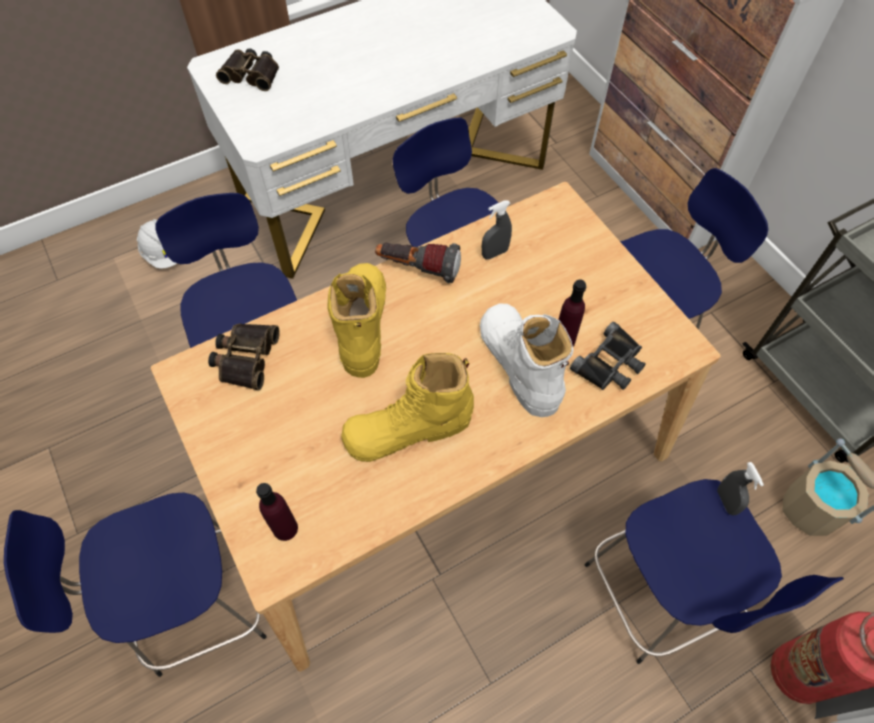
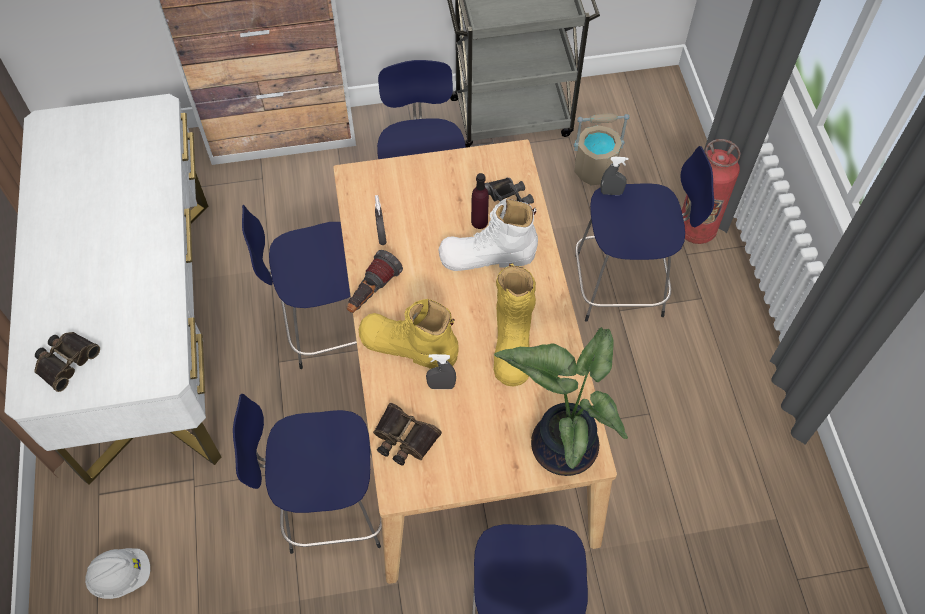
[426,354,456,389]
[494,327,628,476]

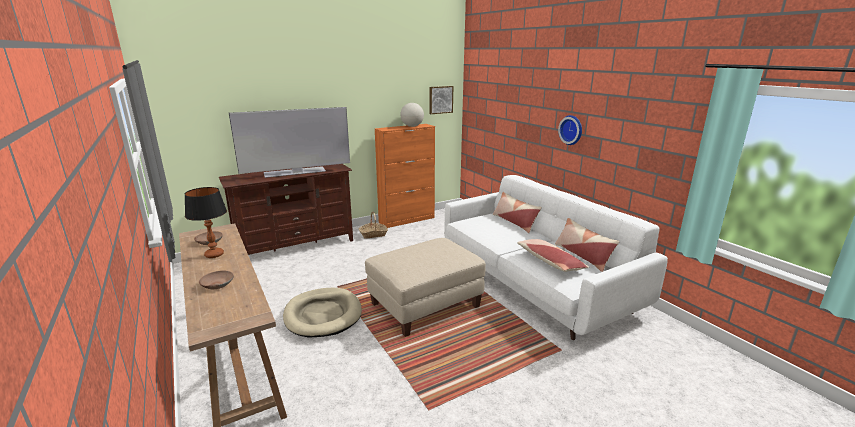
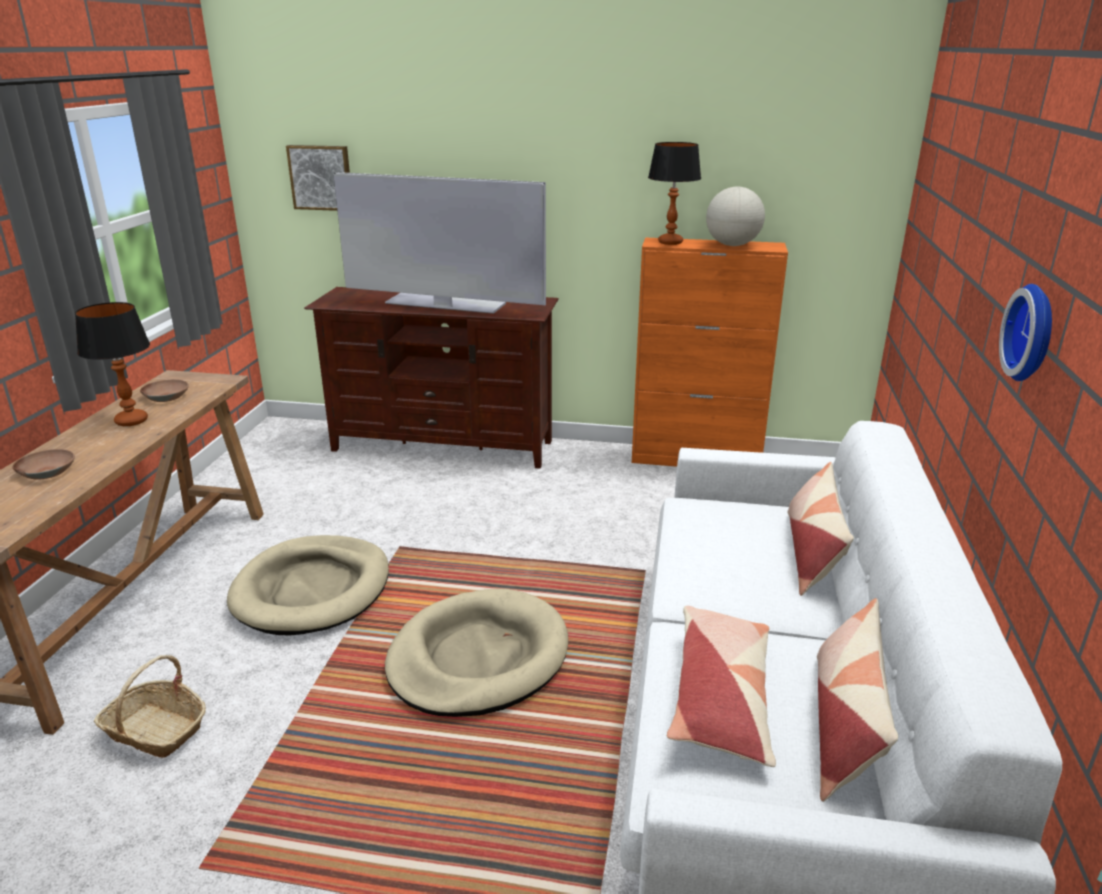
[648,142,701,245]
[94,655,206,758]
[286,145,350,211]
[385,588,568,717]

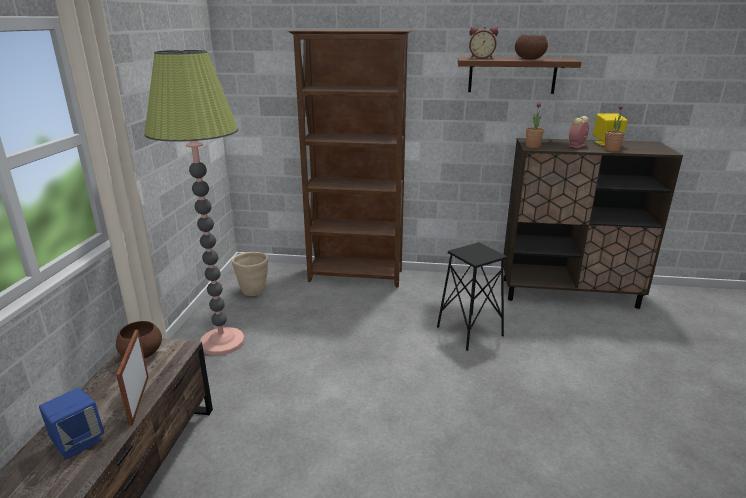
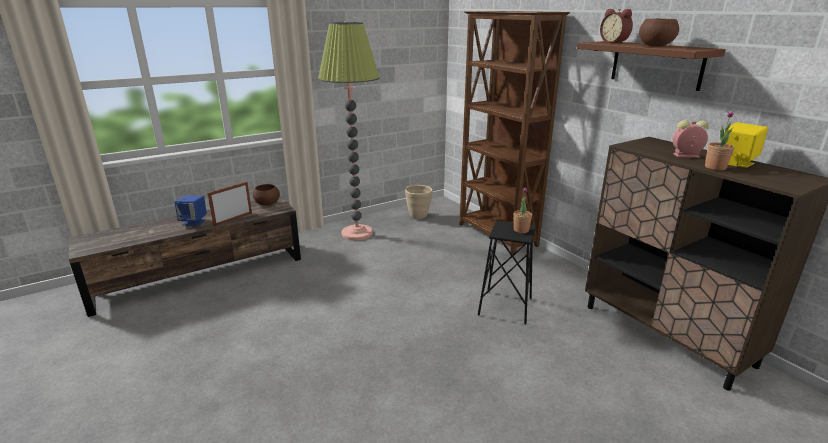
[513,187,532,233]

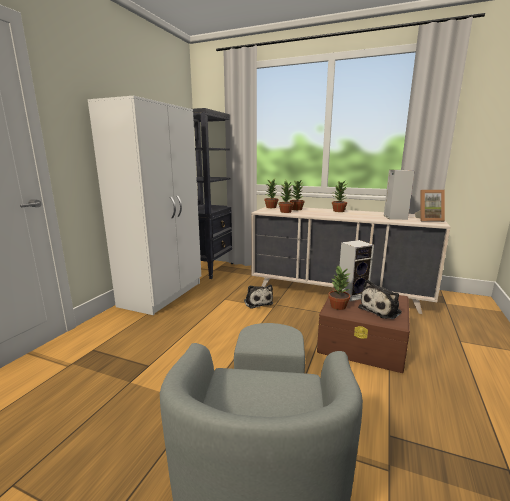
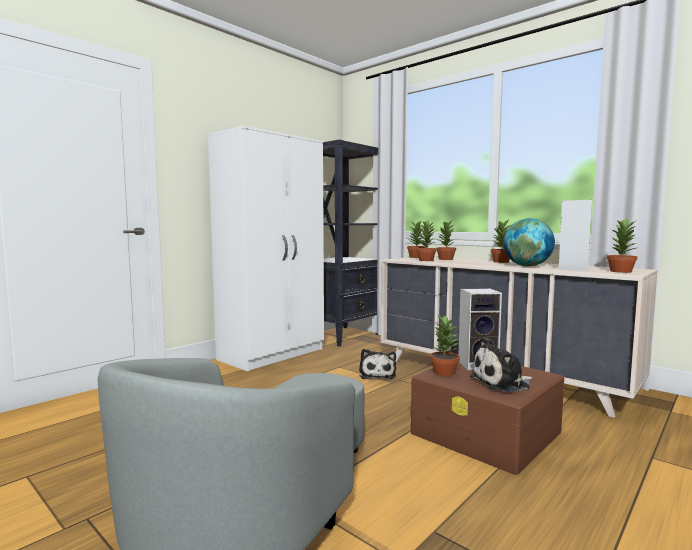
[503,218,555,266]
[607,218,637,273]

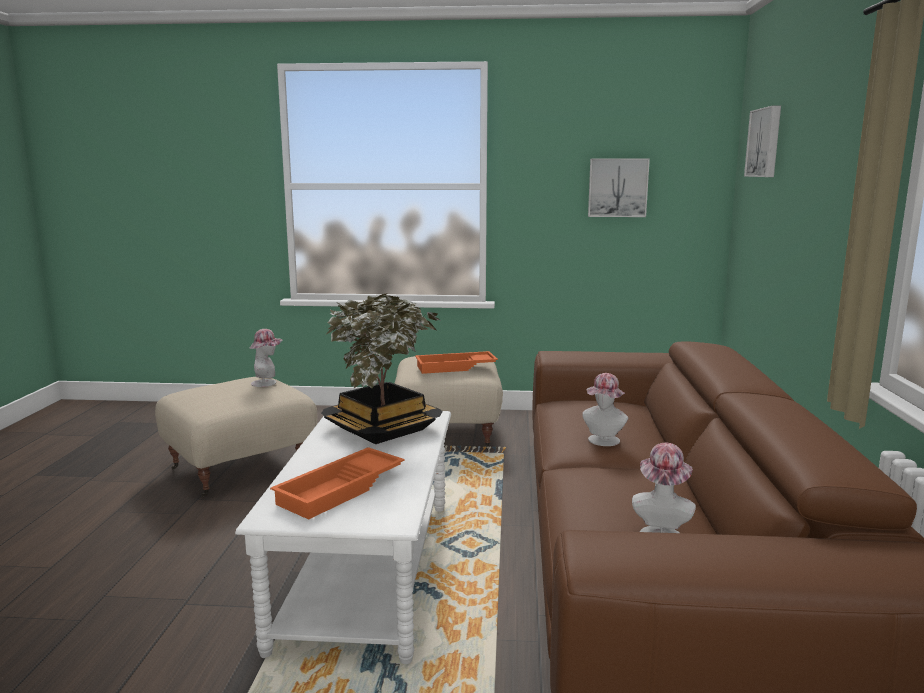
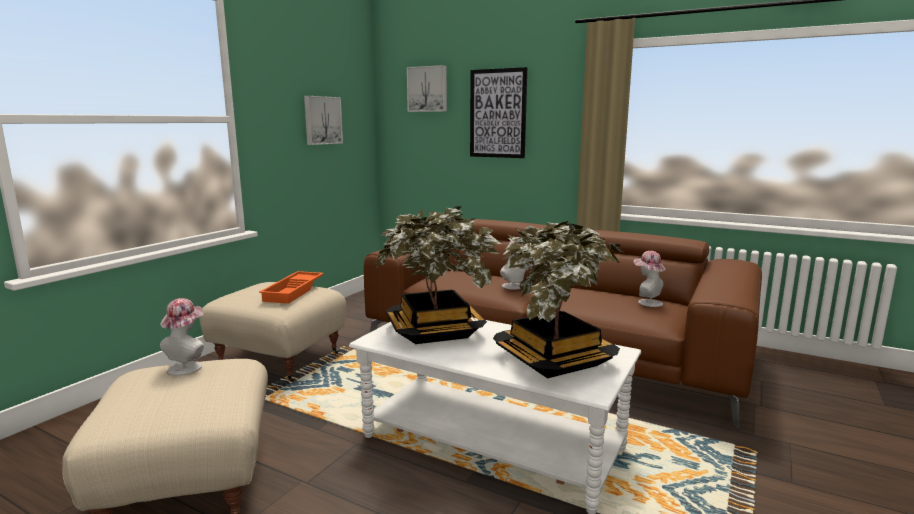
[470,67,527,158]
[493,221,623,378]

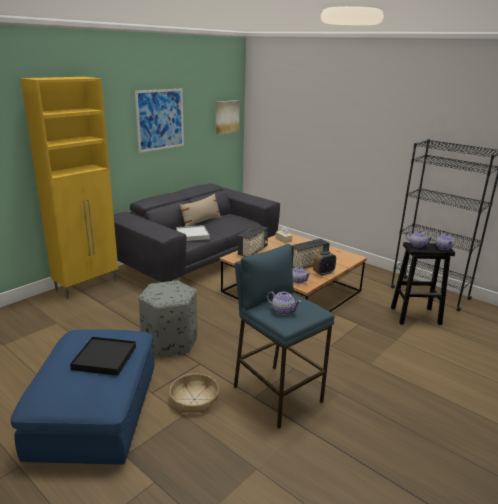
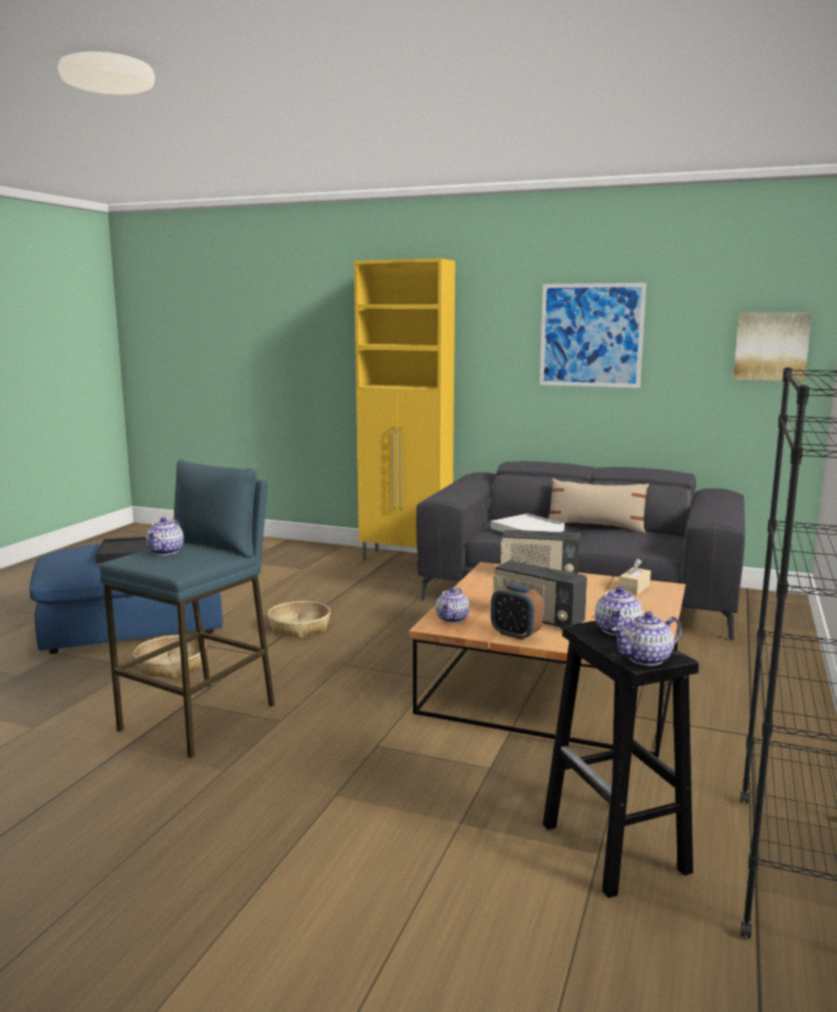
[267,601,331,638]

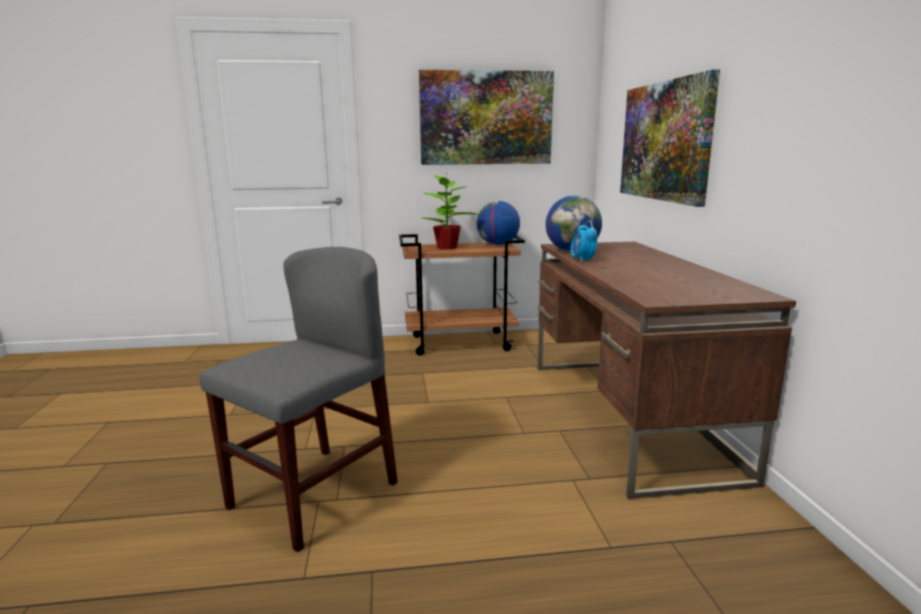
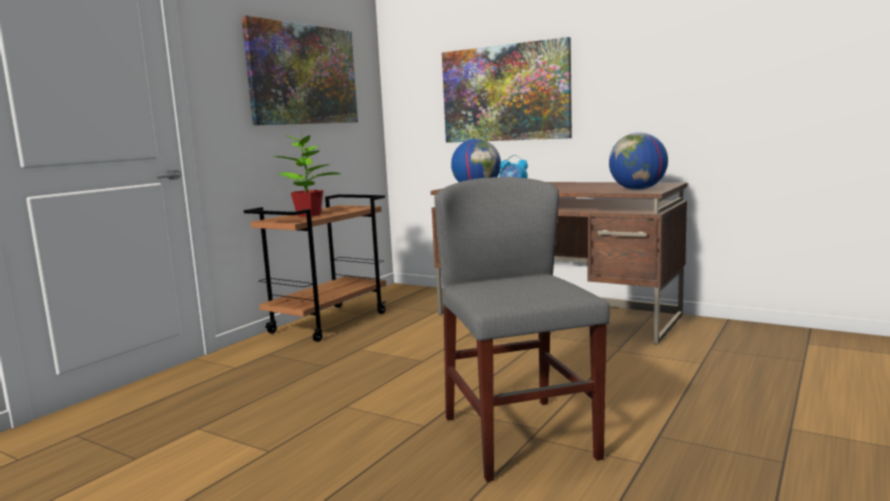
[609,133,668,190]

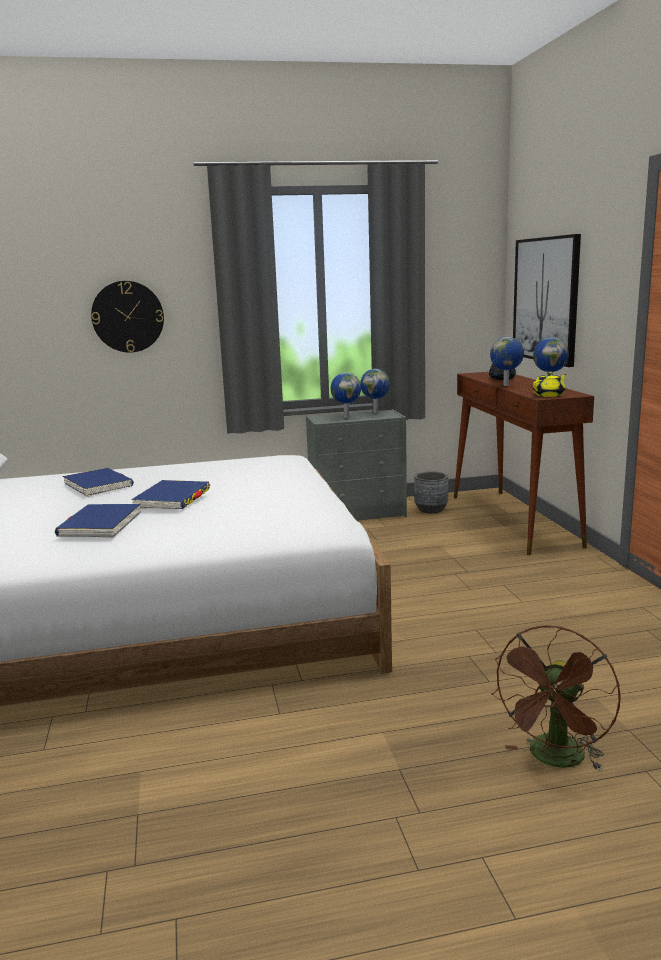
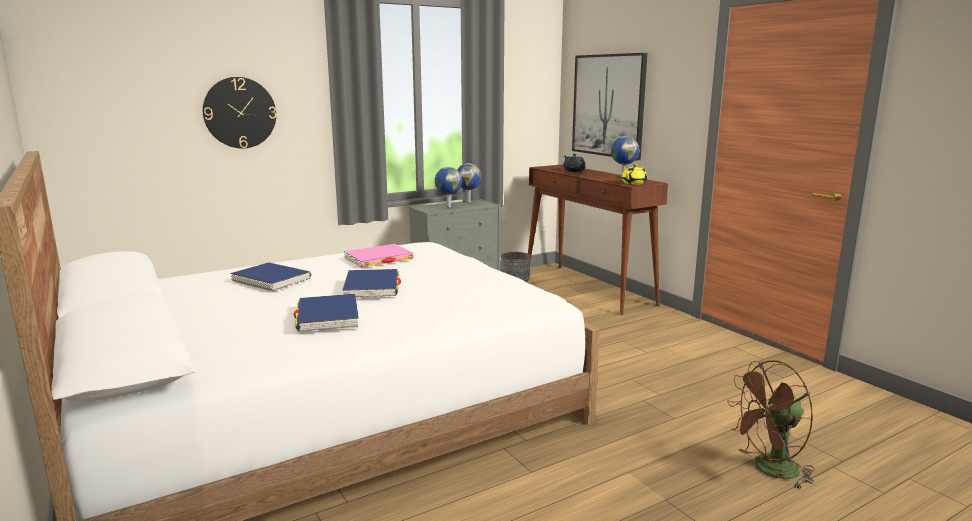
[490,337,524,386] (first image)
[344,244,414,268]
[727,360,815,490]

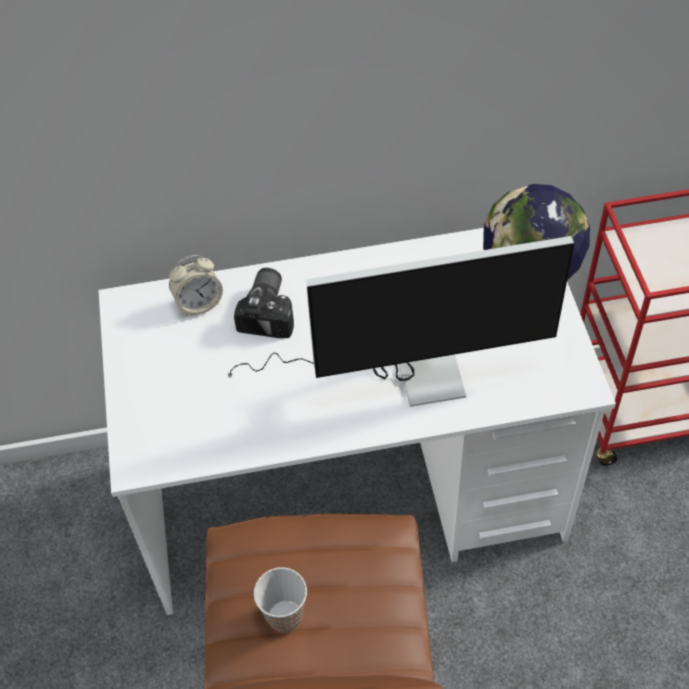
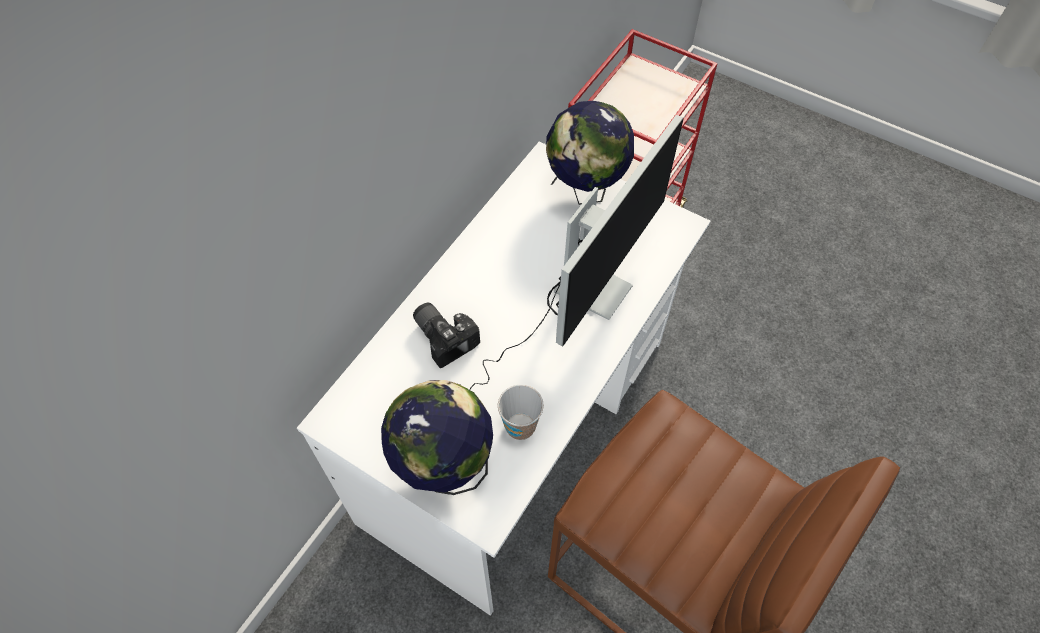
[169,255,223,316] (first image)
[381,380,493,495]
[498,385,544,440]

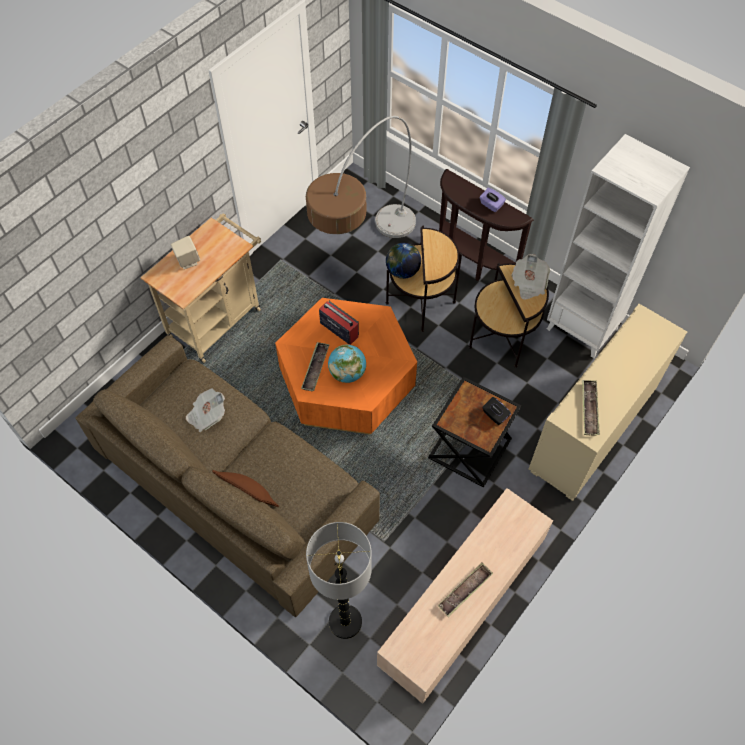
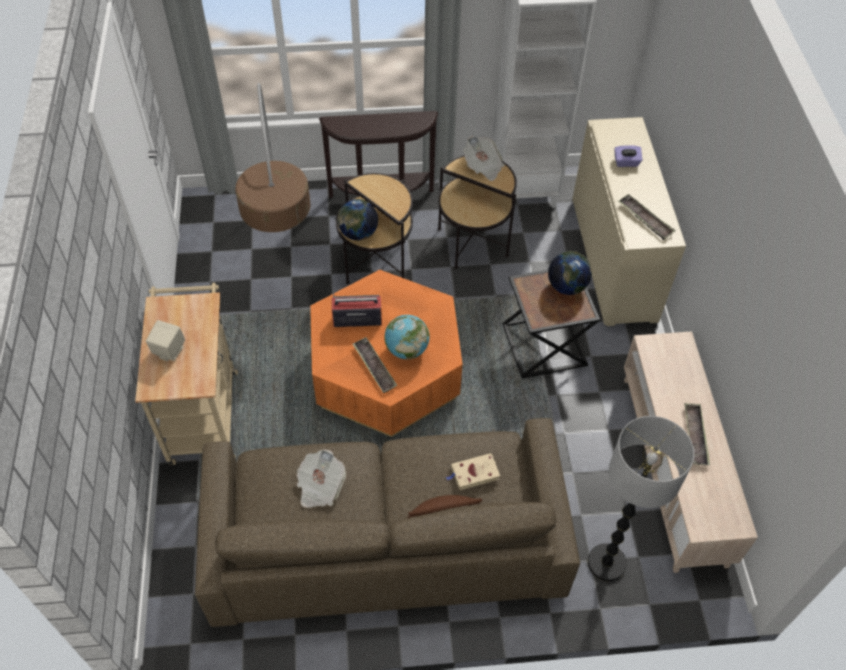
[446,453,500,490]
[614,145,642,167]
[548,251,592,295]

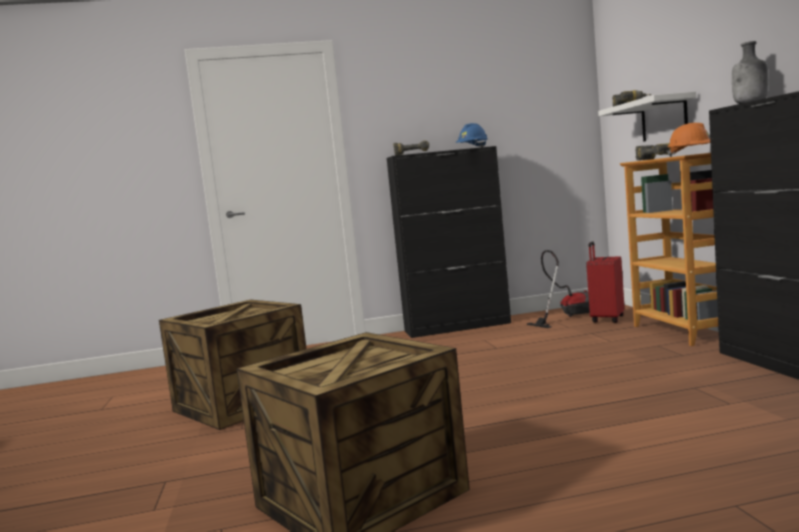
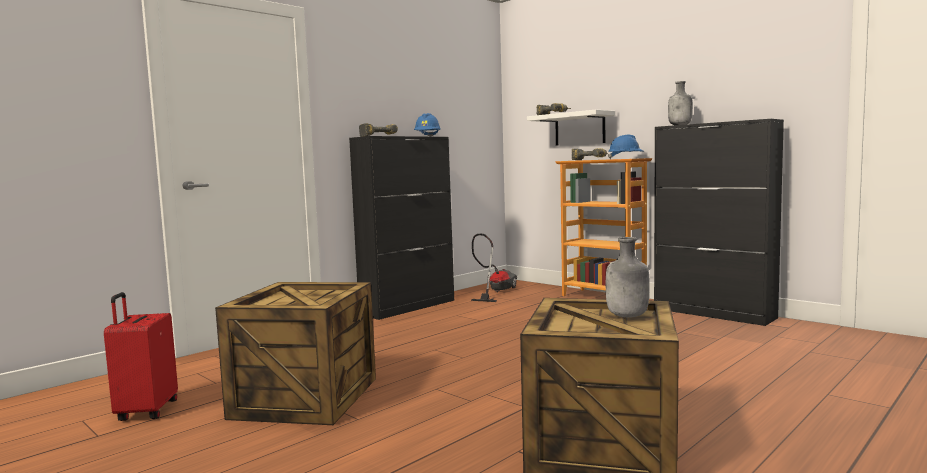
[606,237,650,318]
[104,292,178,421]
[608,135,644,159]

